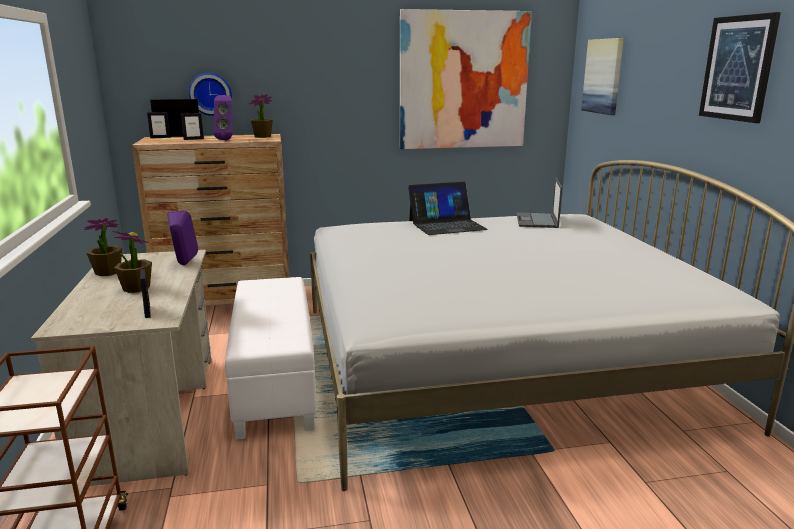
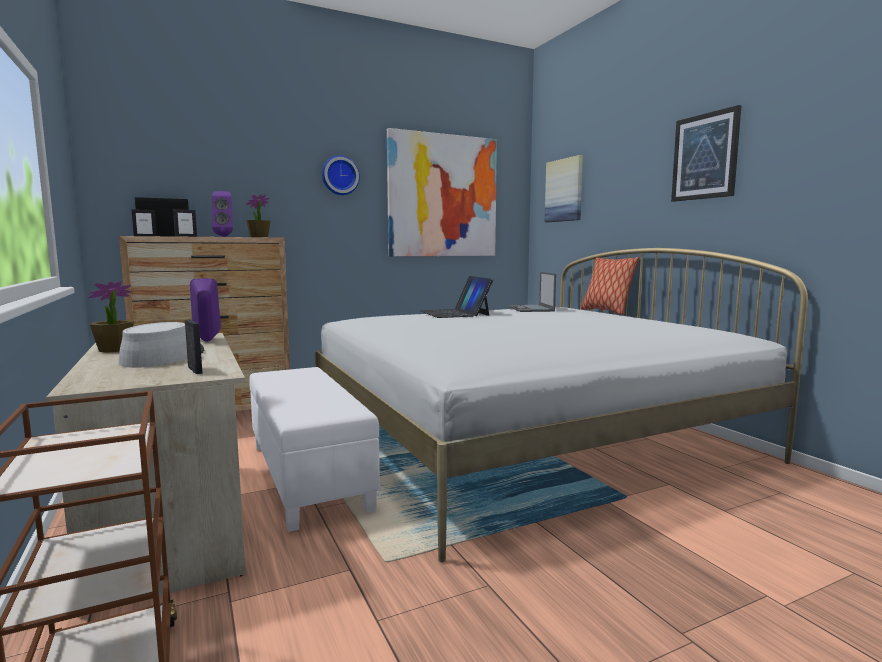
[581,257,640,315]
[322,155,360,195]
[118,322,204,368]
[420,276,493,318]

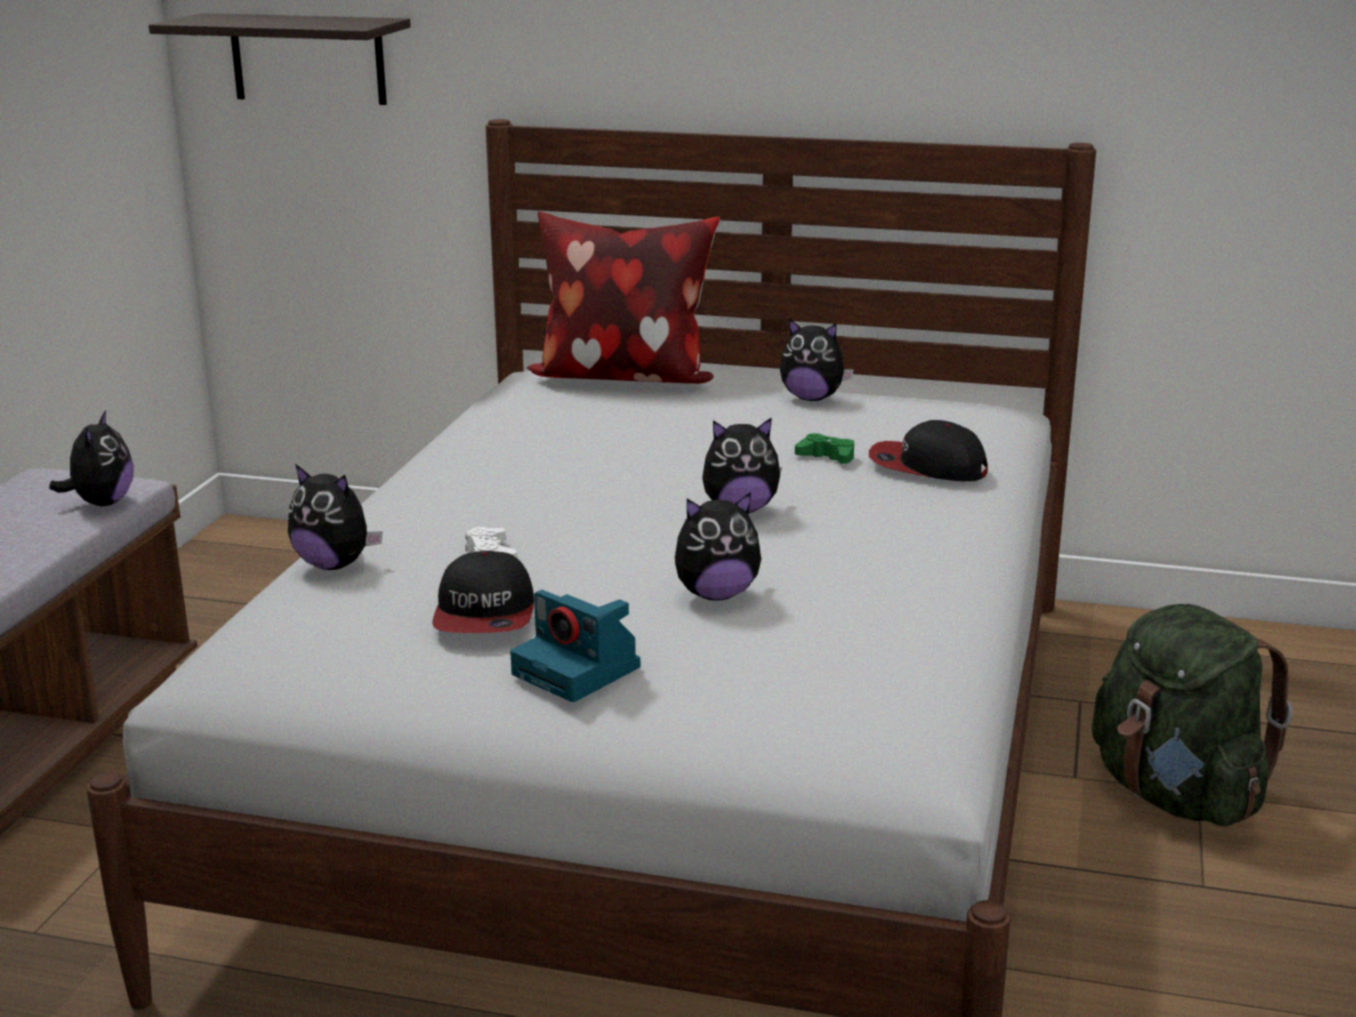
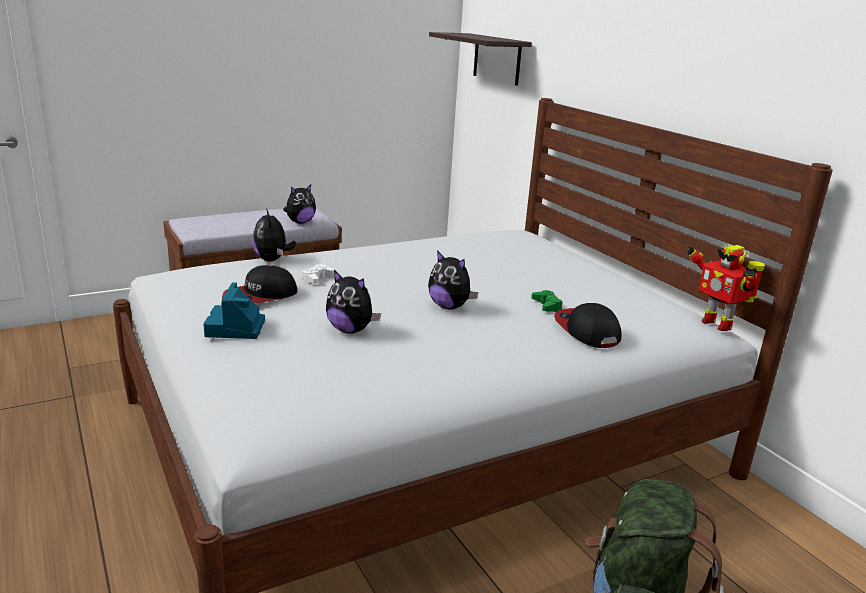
[527,211,720,384] (first image)
[780,318,854,401] (first image)
[687,244,765,331]

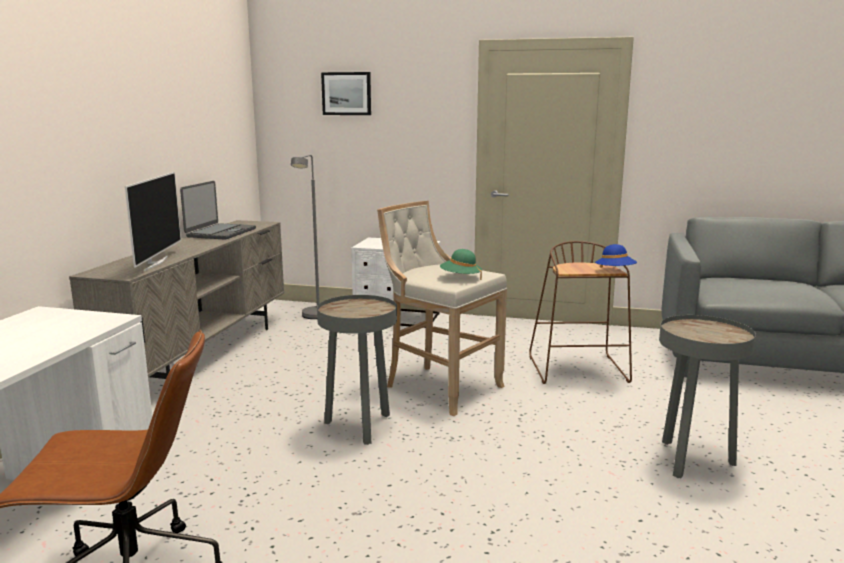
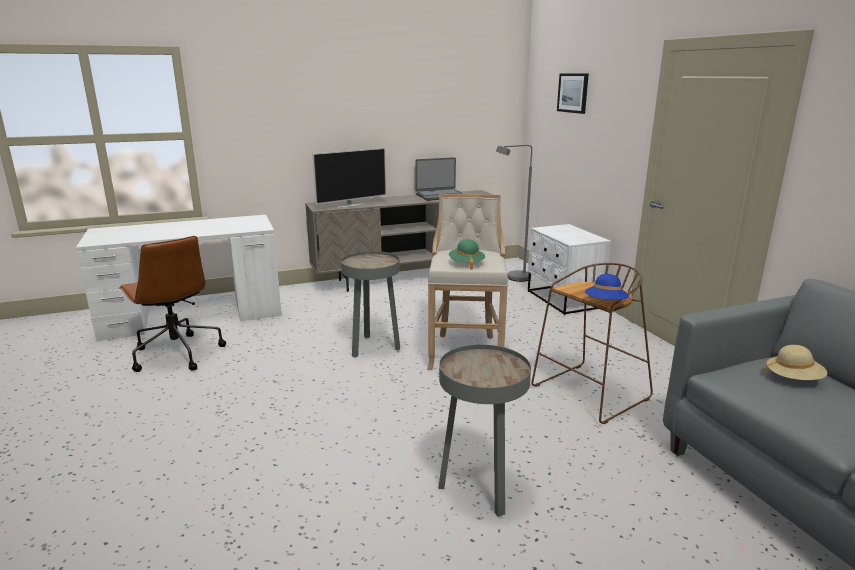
[765,345,827,380]

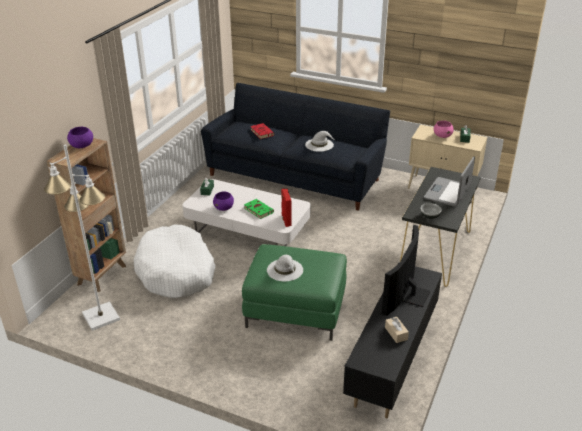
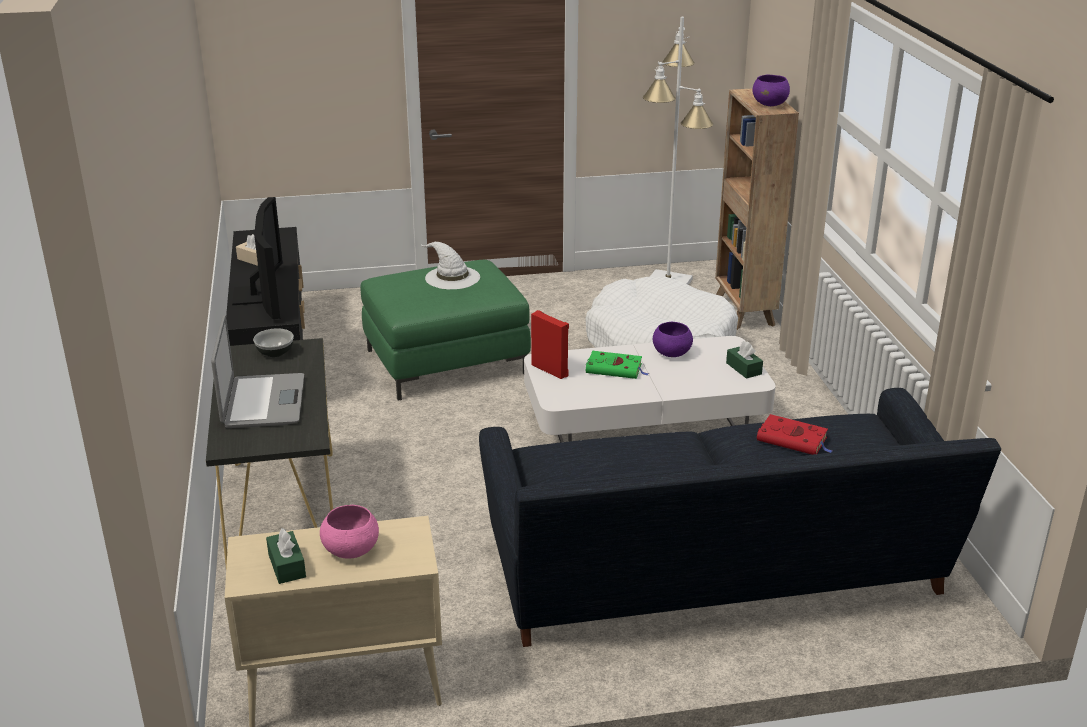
[305,131,335,152] (first image)

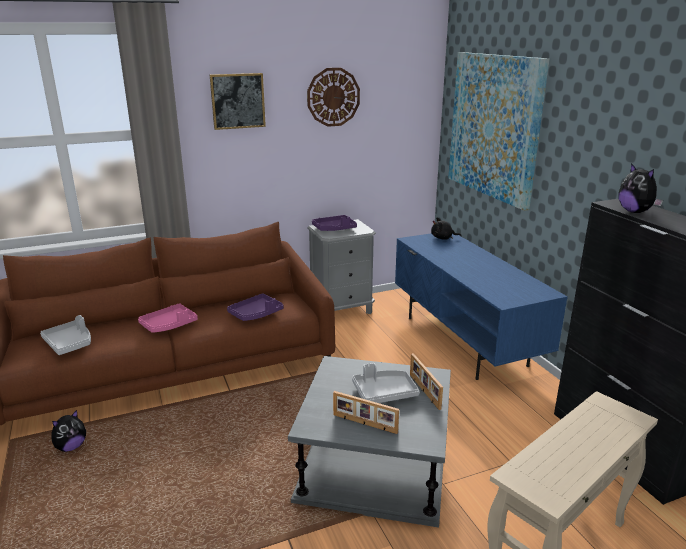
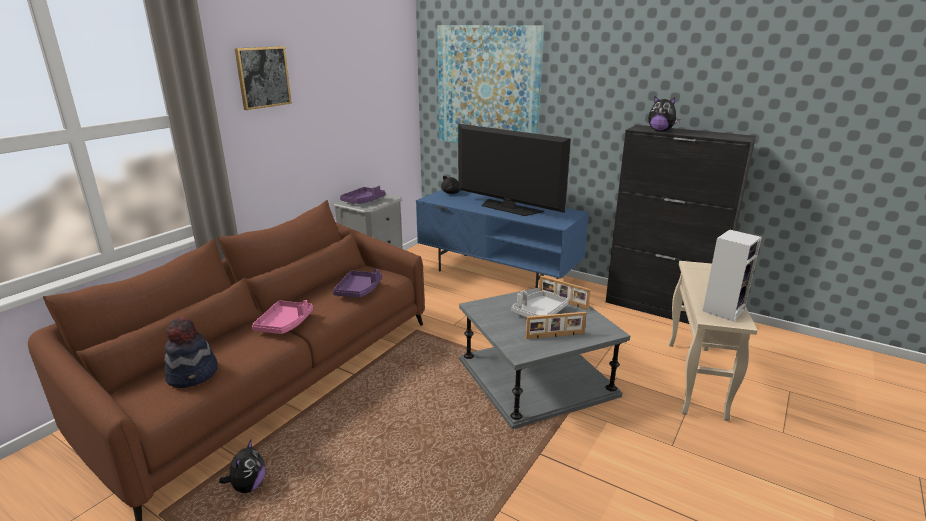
[307,68,360,127] (first image)
[458,124,571,216]
[703,230,762,321]
[164,316,218,388]

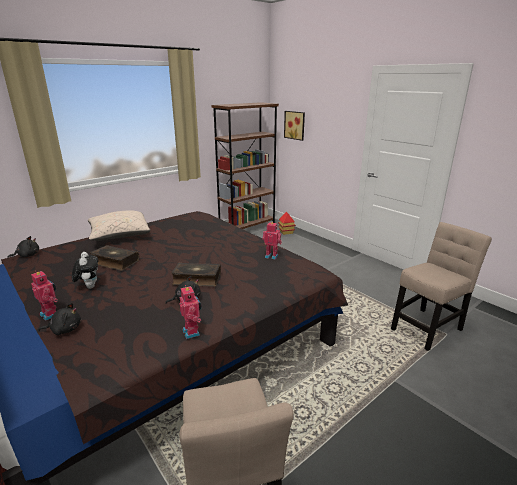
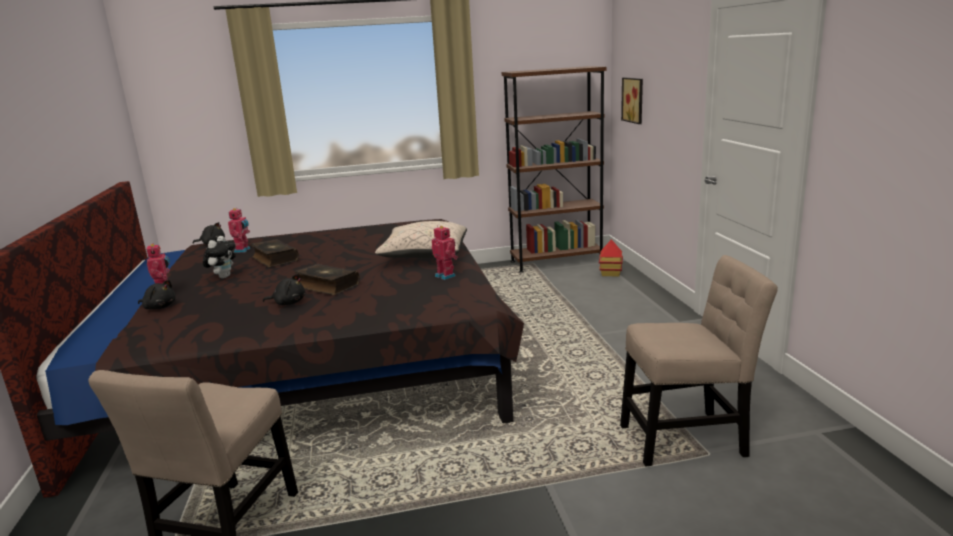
[375,221,467,258]
[228,208,250,253]

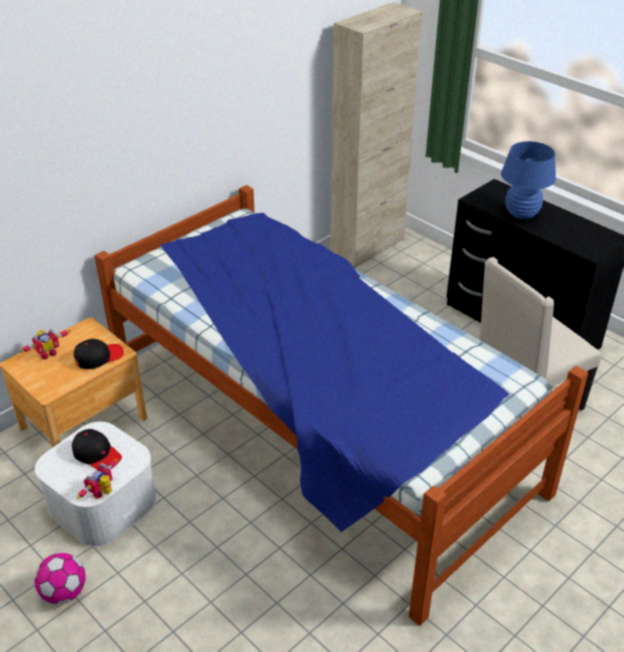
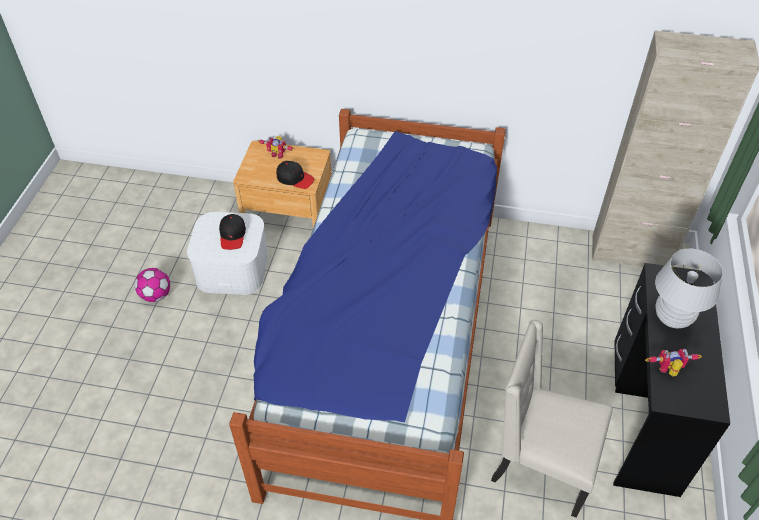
[645,349,702,377]
[655,248,723,328]

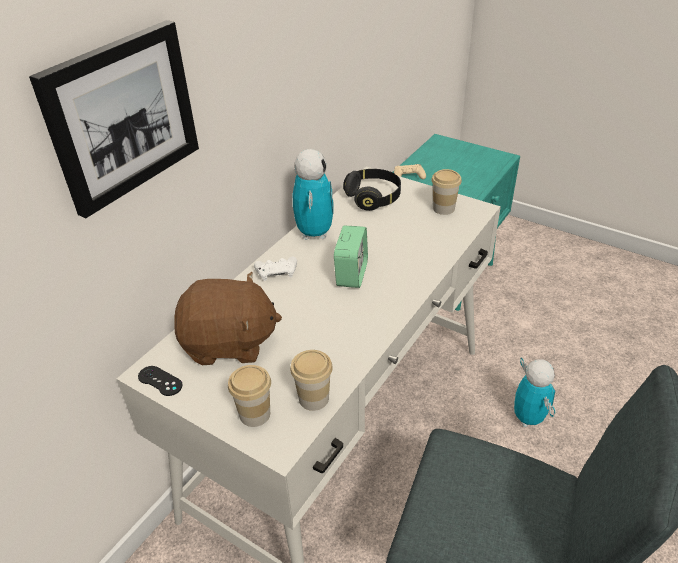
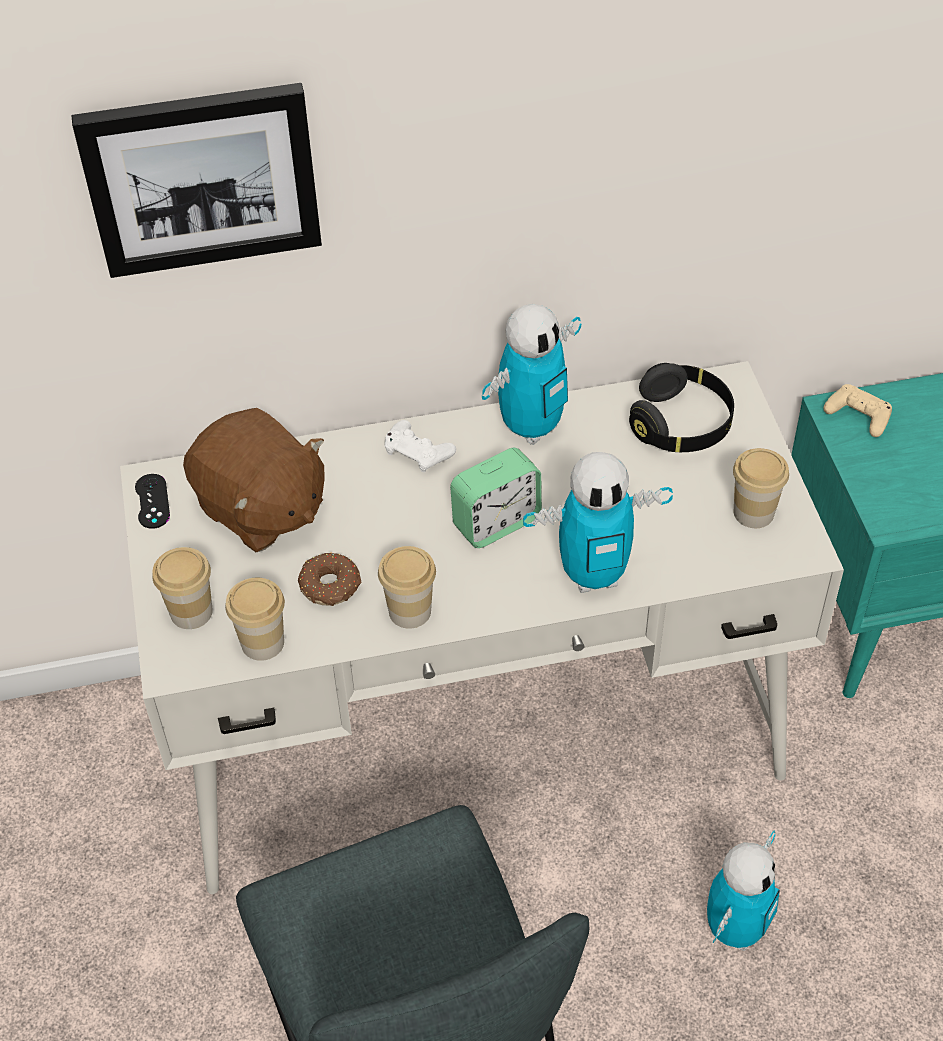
[298,552,362,606]
[378,546,436,629]
[523,452,673,593]

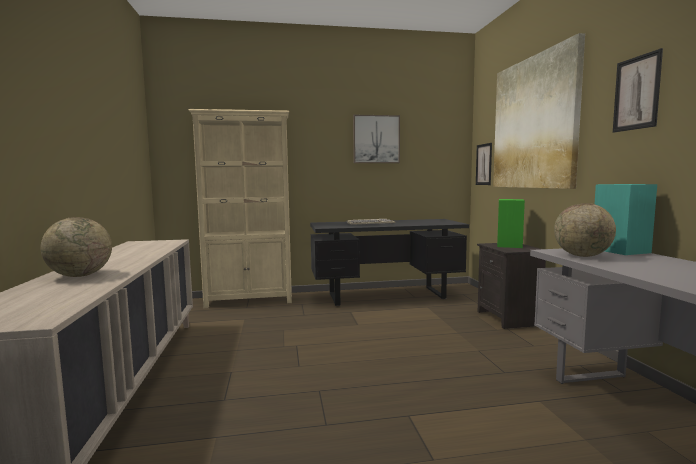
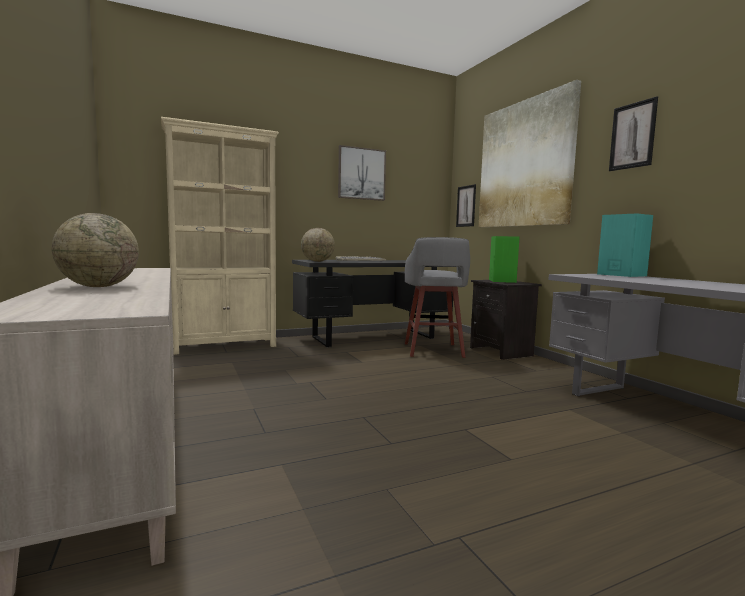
[405,237,470,358]
[301,228,335,262]

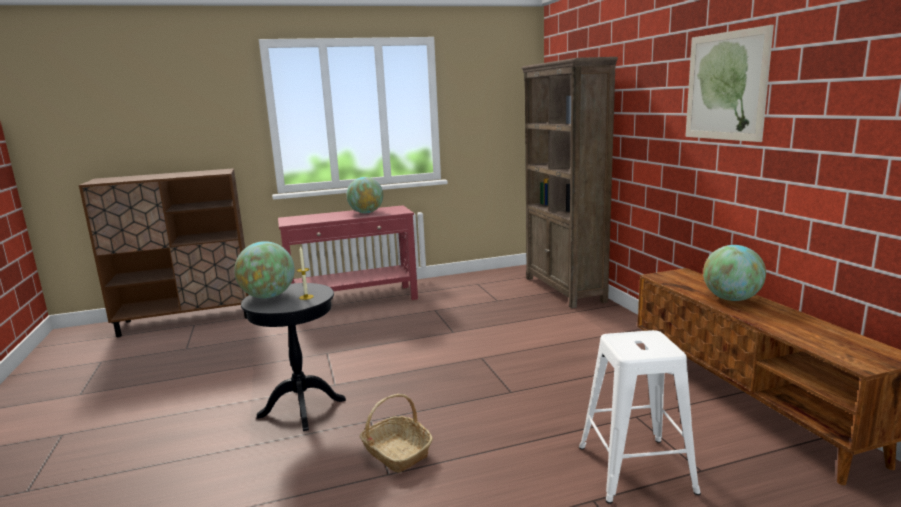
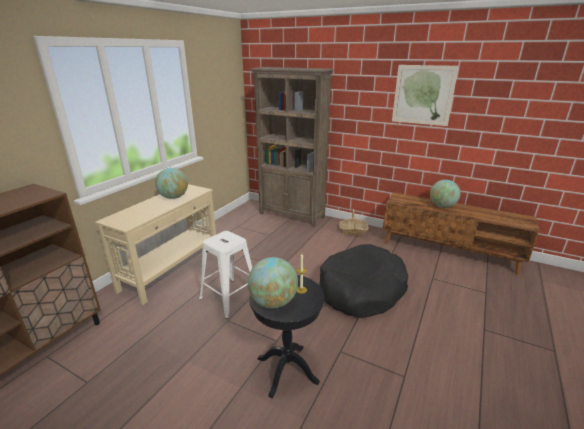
[320,244,408,318]
[339,209,369,235]
[199,231,252,319]
[95,184,216,305]

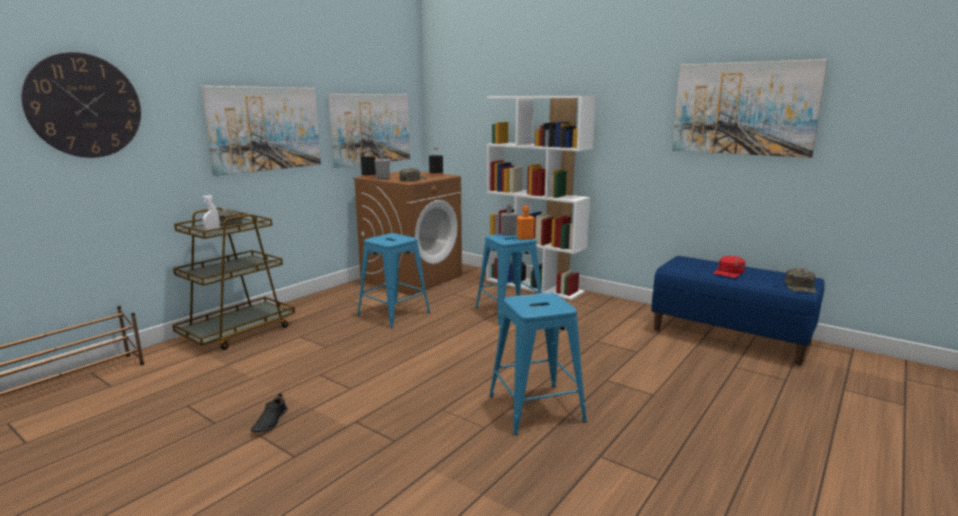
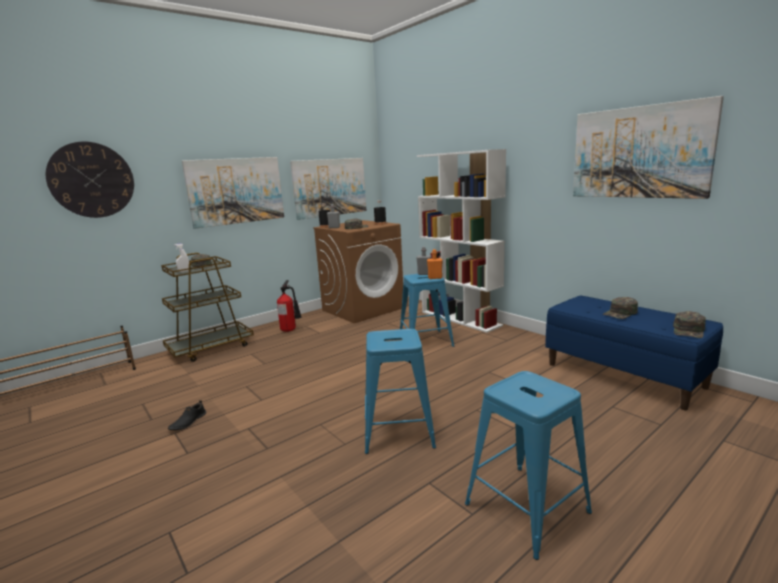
[277,280,301,332]
[465,371,592,560]
[603,297,638,319]

